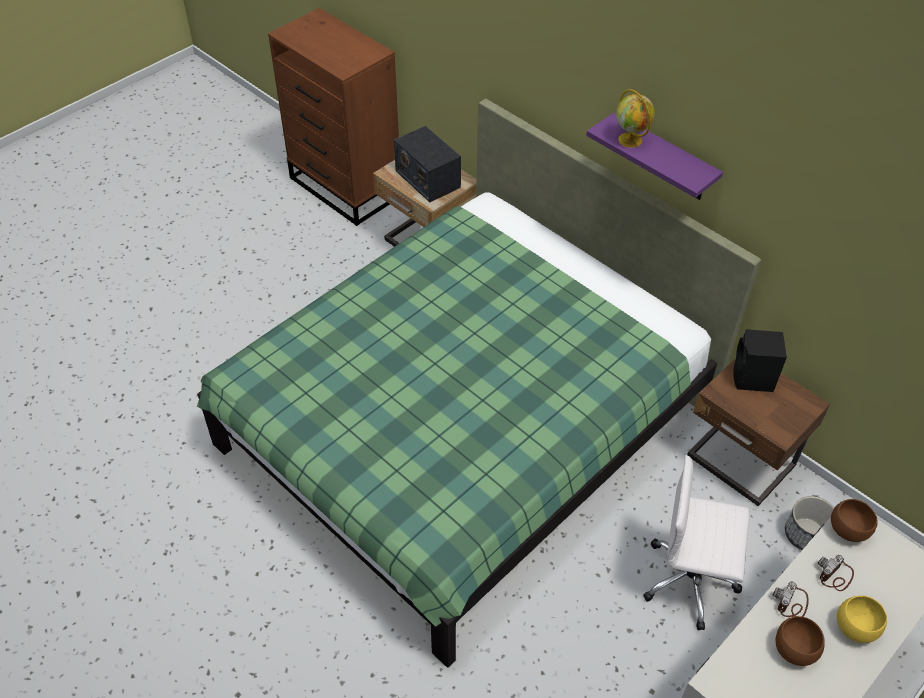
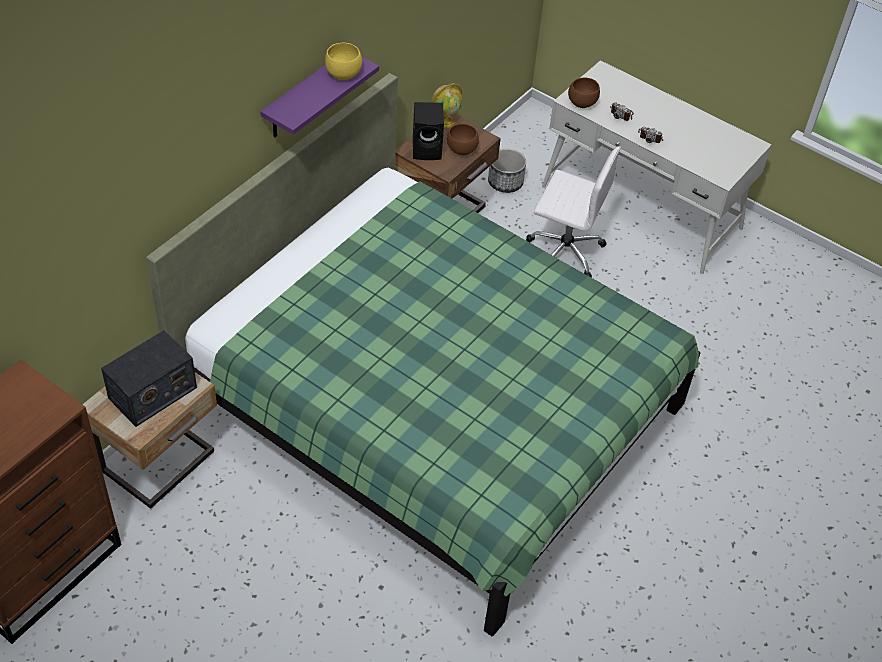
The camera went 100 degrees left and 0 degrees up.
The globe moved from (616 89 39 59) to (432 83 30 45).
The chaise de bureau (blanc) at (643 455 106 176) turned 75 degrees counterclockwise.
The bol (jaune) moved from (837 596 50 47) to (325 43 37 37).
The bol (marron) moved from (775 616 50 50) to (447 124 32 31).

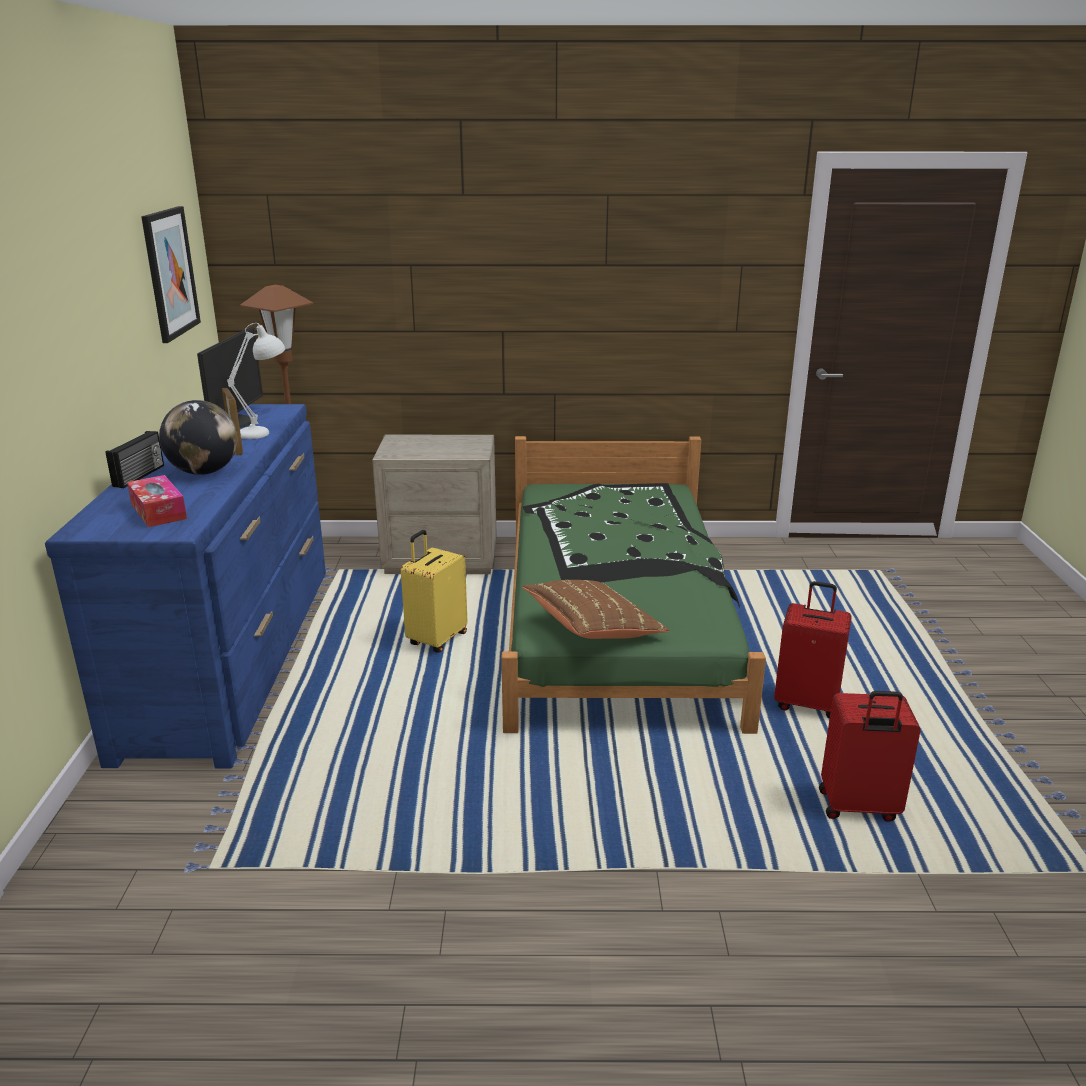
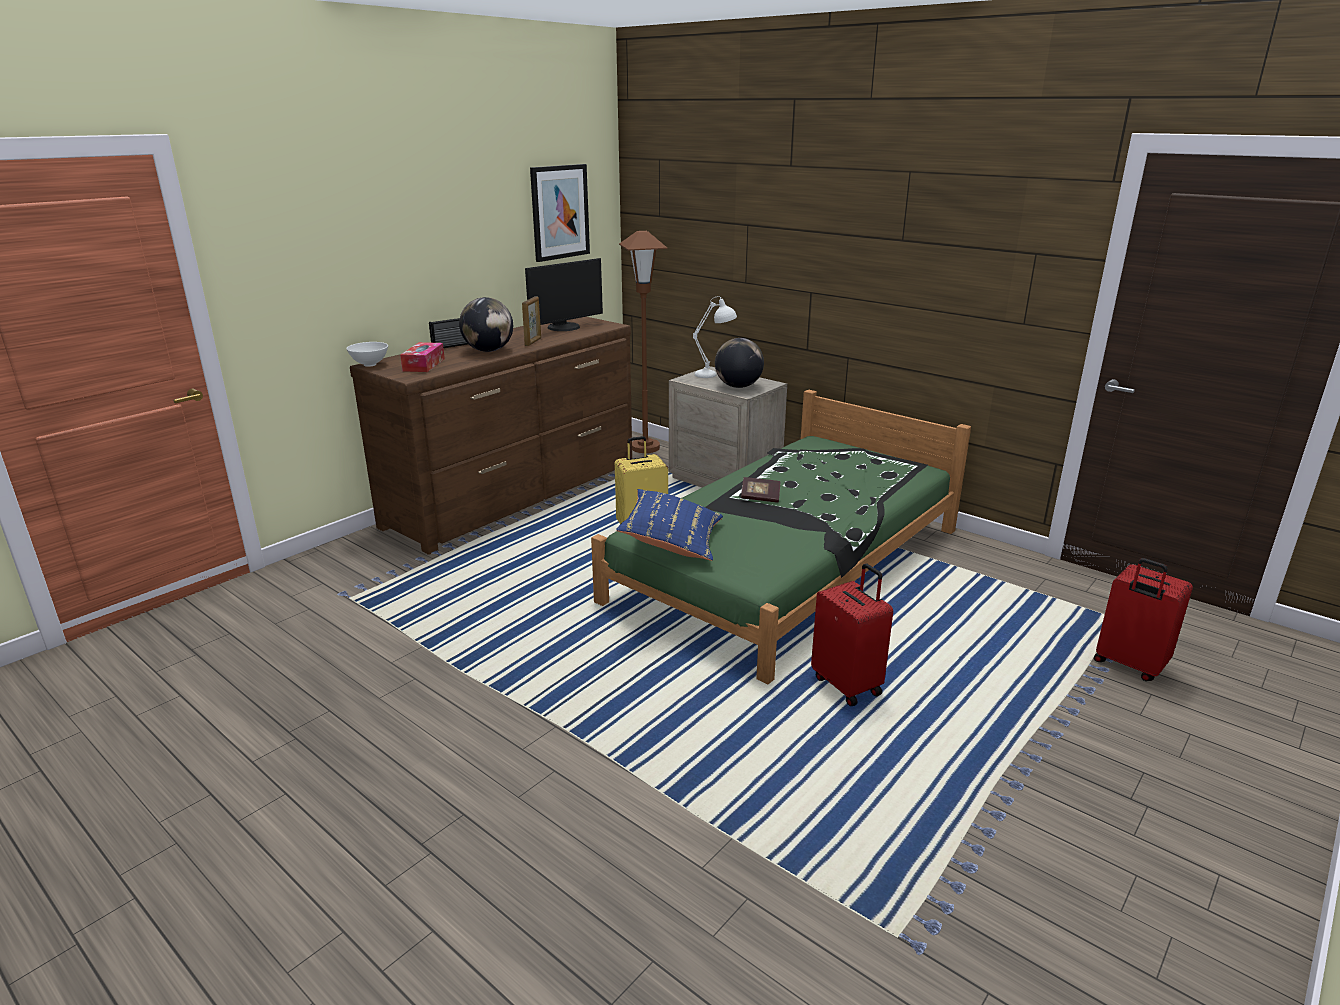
The camera went 40 degrees right and 0 degrees up.
The lampe de table (blanc) moved from (227 323 58 116) to (693 297 44 81).
The commode (bleu) at (45 404 281 365) became the commode (marron) at (350 317 282 238).
The coussin (marron) at (522 580 148 59) became the coussin (bleu) at (616 489 107 72).
The valise (rouge) moved from (819 691 102 131) to (1094 558 99 123).
The globe at (715 338 49 50) appeared.
The bol (blanc) at (346 342 42 25) appeared.
The livre at (741 477 39 26) appeared.

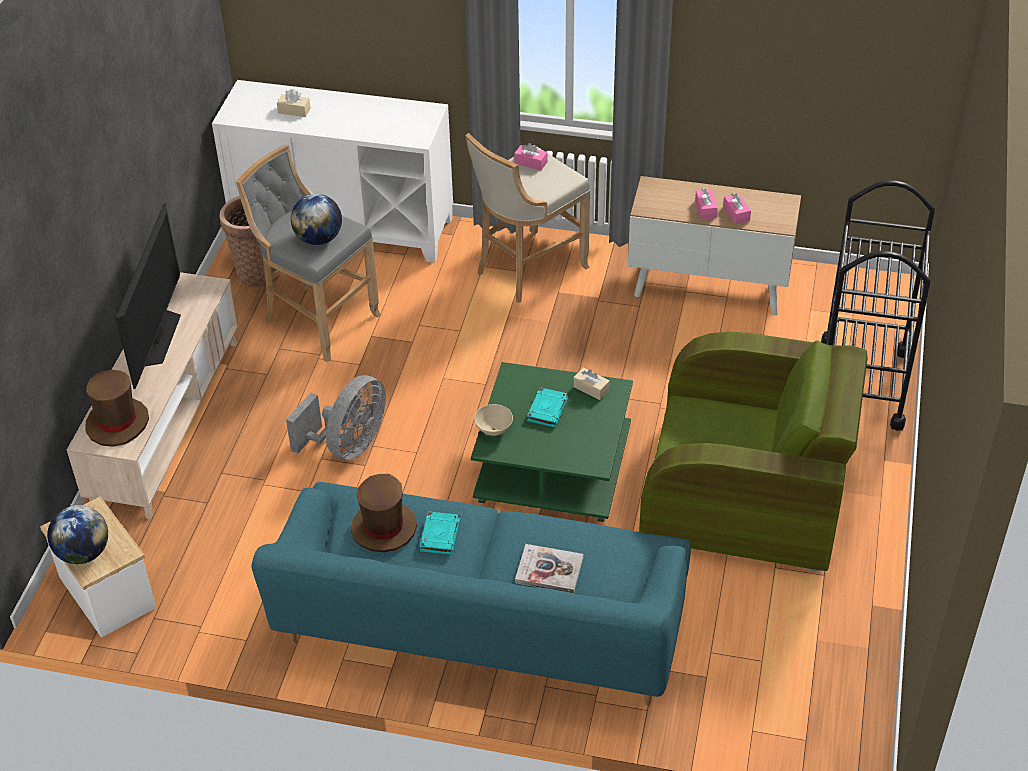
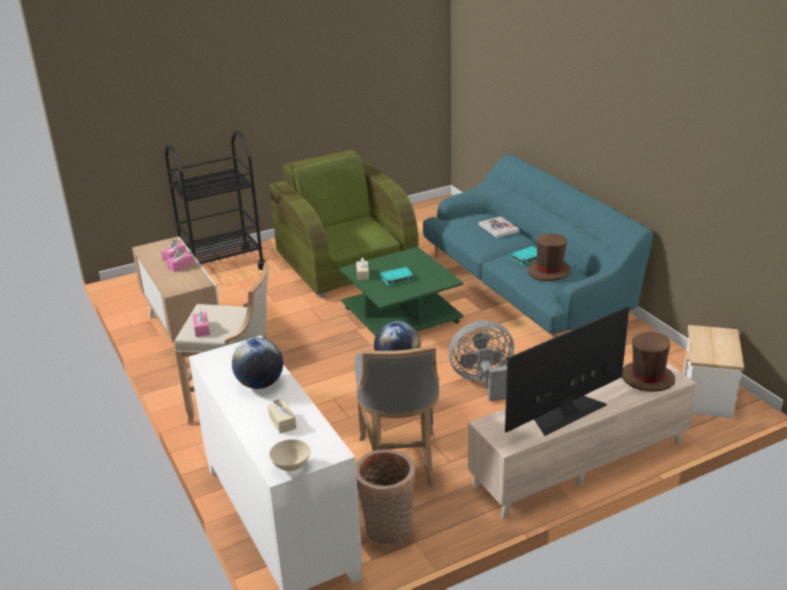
The camera went 130 degrees left and 15 degrees down.
The bol (beige) moved from (474 404 39 32) to (269 439 41 32).
The globe moved from (47 505 61 59) to (232 338 51 51).

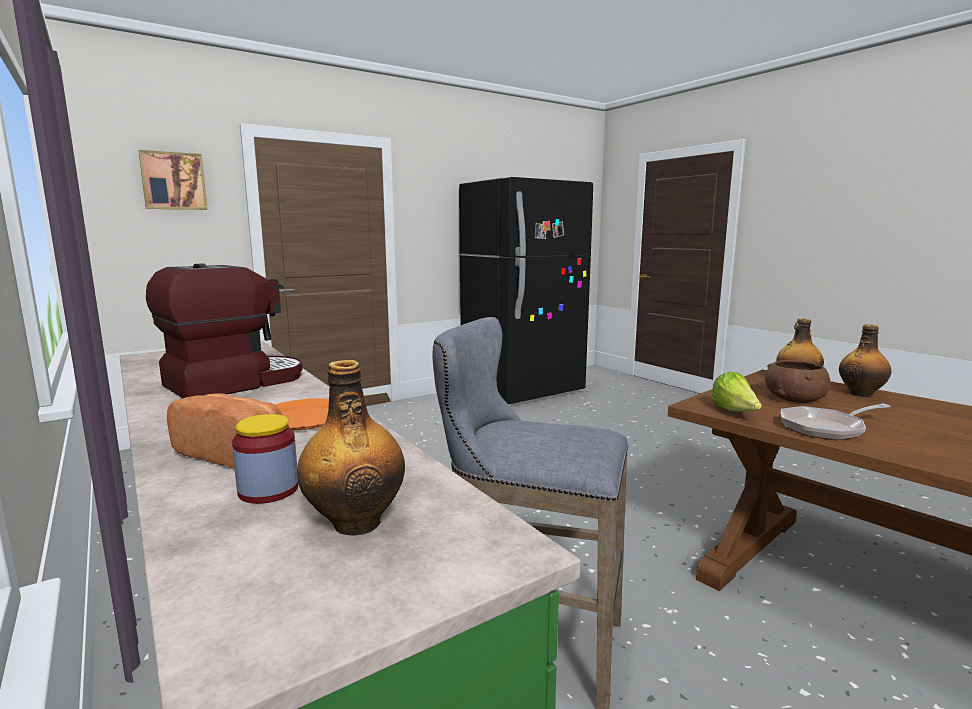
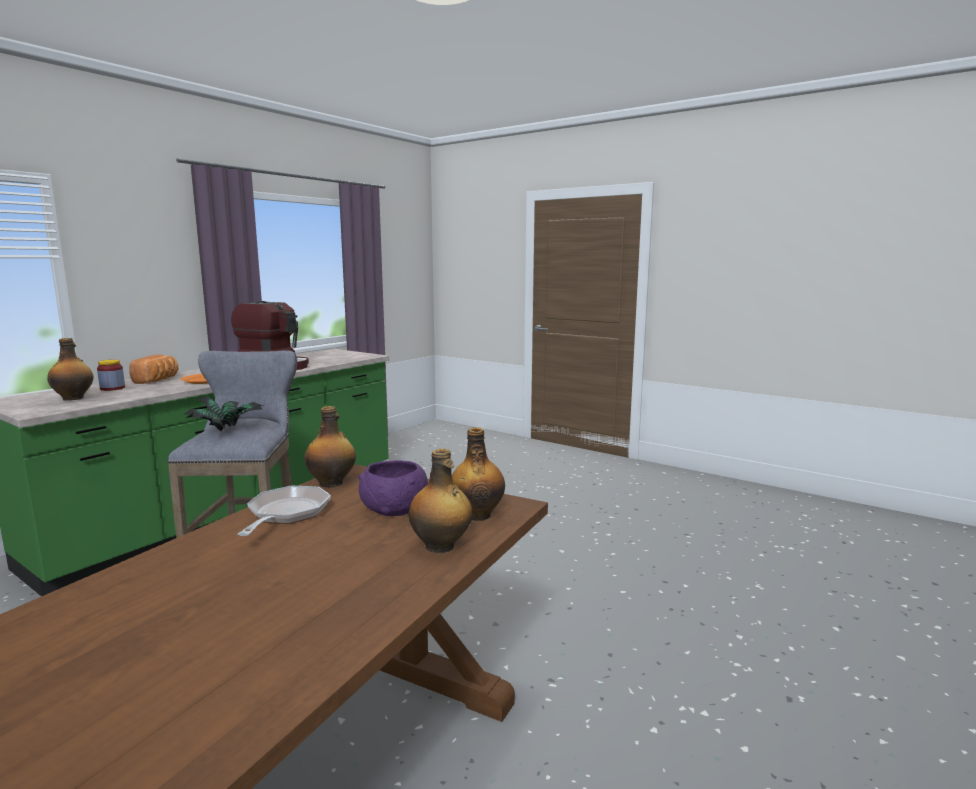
The camera went 70 degrees right and 0 degrees up.
The tableau at (138 150 70 60) disappeared.
The réfrigérateur (noir) at (459 177 134 227) disappeared.
The bol (marron) at (765 360 65 43) became the bol (violet) at (359 460 69 56).
The laitue at (711 372 51 40) was replaced by the bouteille at (304 406 52 82).
The poêle at (781 404 110 37) turned 45 degrees clockwise.
The plante en pot at (183 396 79 35) appeared.

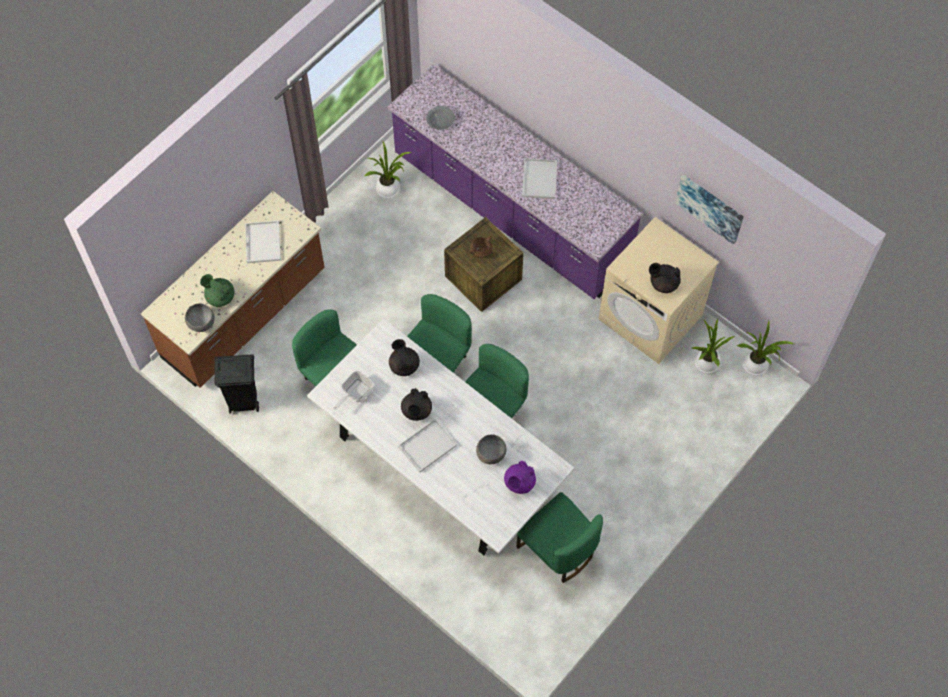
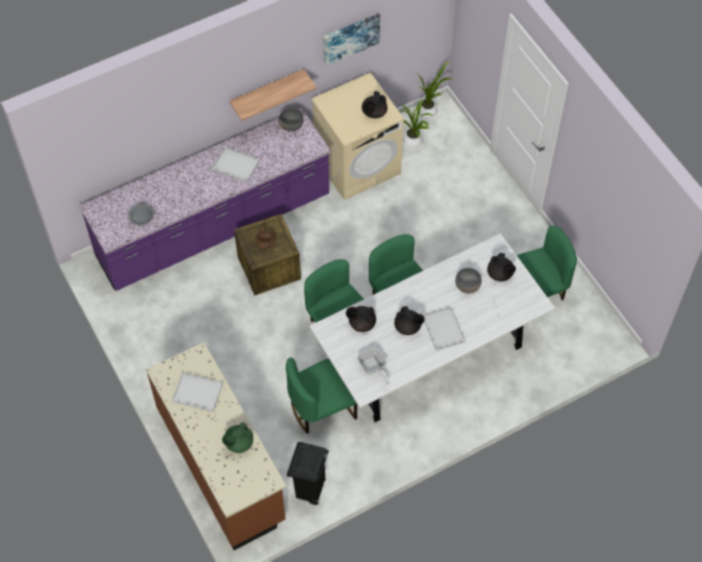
The camera went 70 degrees left and 5 degrees down.
The plante en pot at (365 142 47 56) disappeared.
The bol (gris) moved from (185 303 30 29) to (278 108 25 24).
The théière (violet) at (504 461 32 33) became the théière (noir) at (487 253 29 29).
The étagère at (229 69 87 52) appeared.

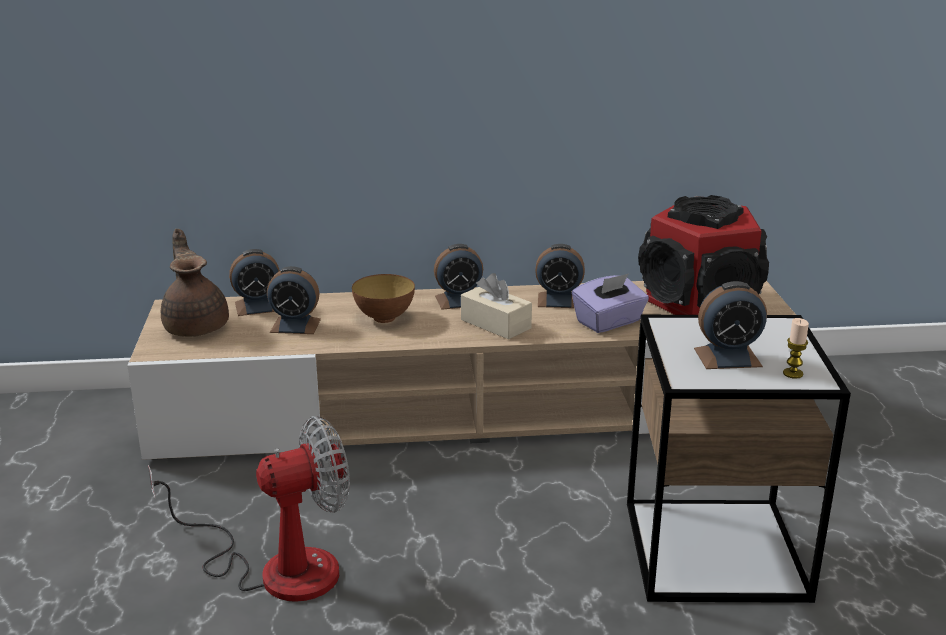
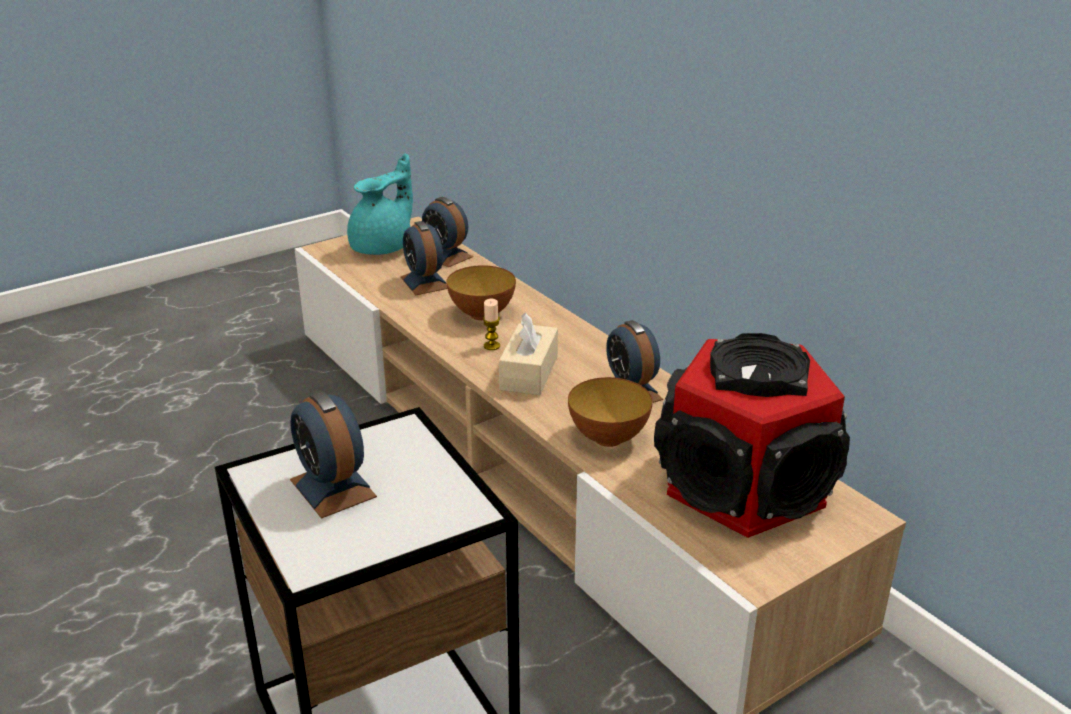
The camera went 60 degrees right and 5 degrees up.
The théière (marron) at (161 229 68 108) became the théière (turquoise) at (347 154 66 101).
The réveil at (434 244 49 66) disappeared.
The boîte à mouchoirs (violet) at (572 273 77 60) was replaced by the bol at (568 377 85 70).
The bougie moved from (783 318 26 61) to (483 299 17 51).
The ventilateur at (148 416 202 186) disappeared.

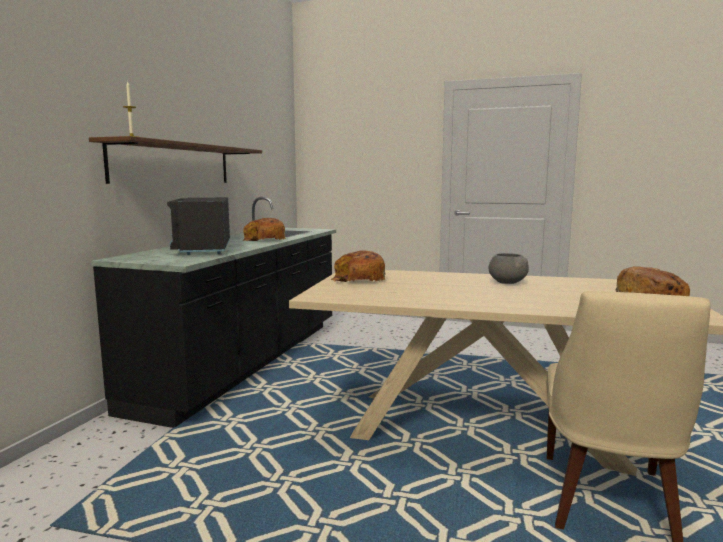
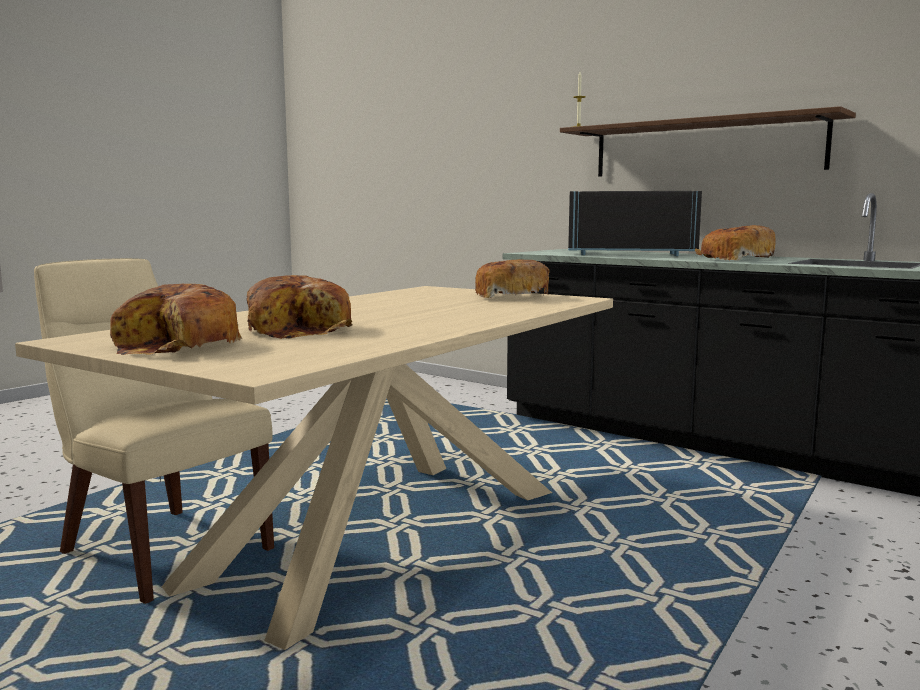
The camera went 110 degrees right and 0 degrees up.
The bol (gris) at (489 253 40 31) disappeared.
The pain at (246 275 106 64) appeared.

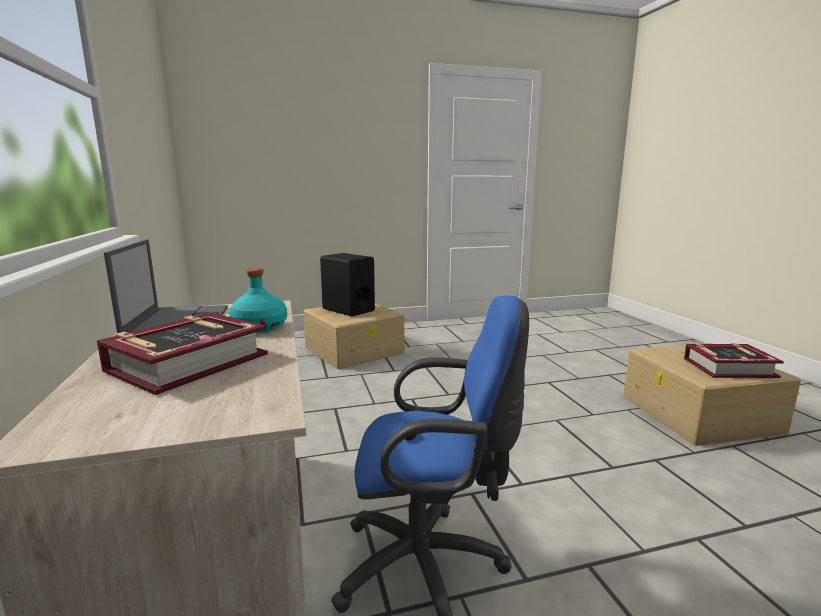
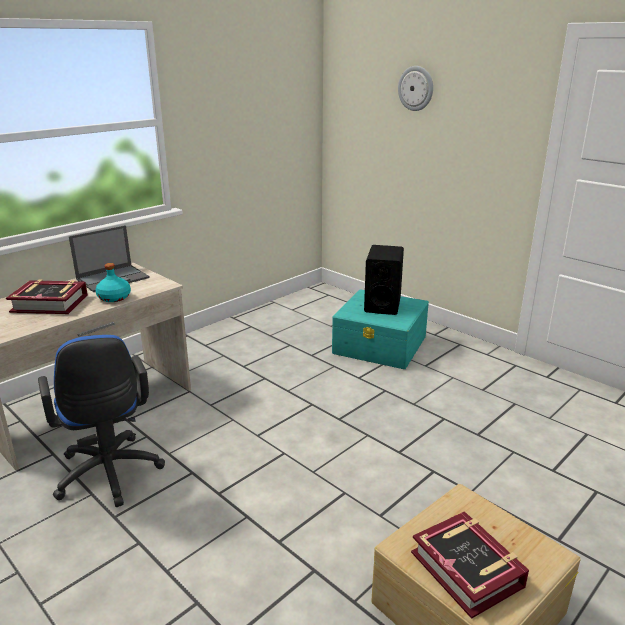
The camera went 60 degrees right and 10 degrees up.
The boîte de rangement (beige) at (303 303 102 66) became the boîte de rangement (turquoise) at (332 289 97 80).
The horloge murale at (398 66 35 45) appeared.

